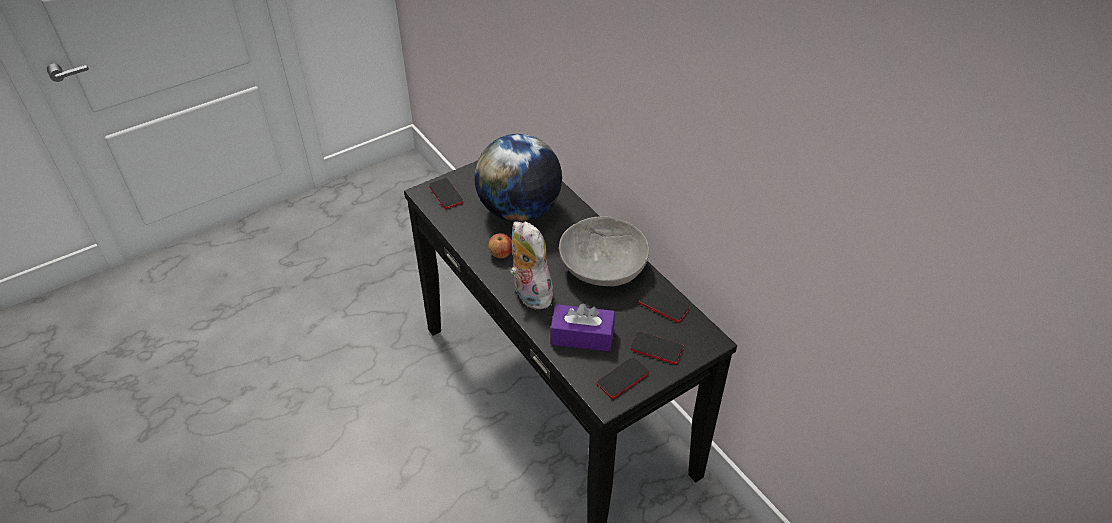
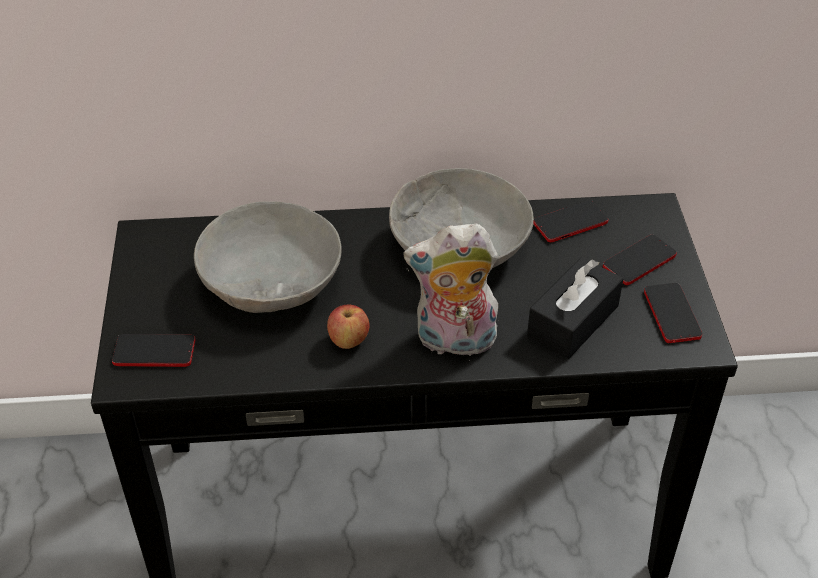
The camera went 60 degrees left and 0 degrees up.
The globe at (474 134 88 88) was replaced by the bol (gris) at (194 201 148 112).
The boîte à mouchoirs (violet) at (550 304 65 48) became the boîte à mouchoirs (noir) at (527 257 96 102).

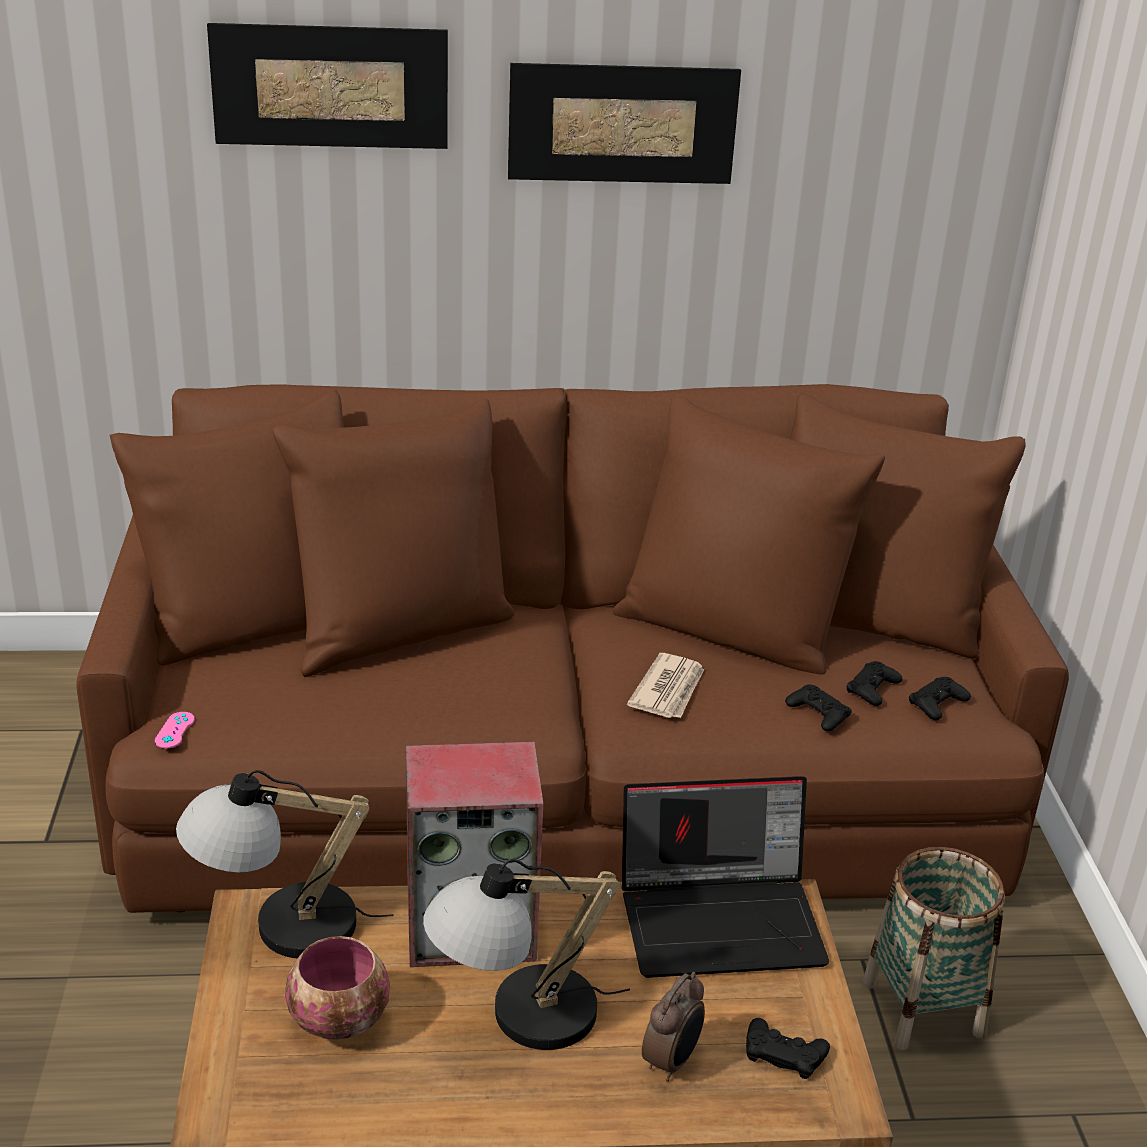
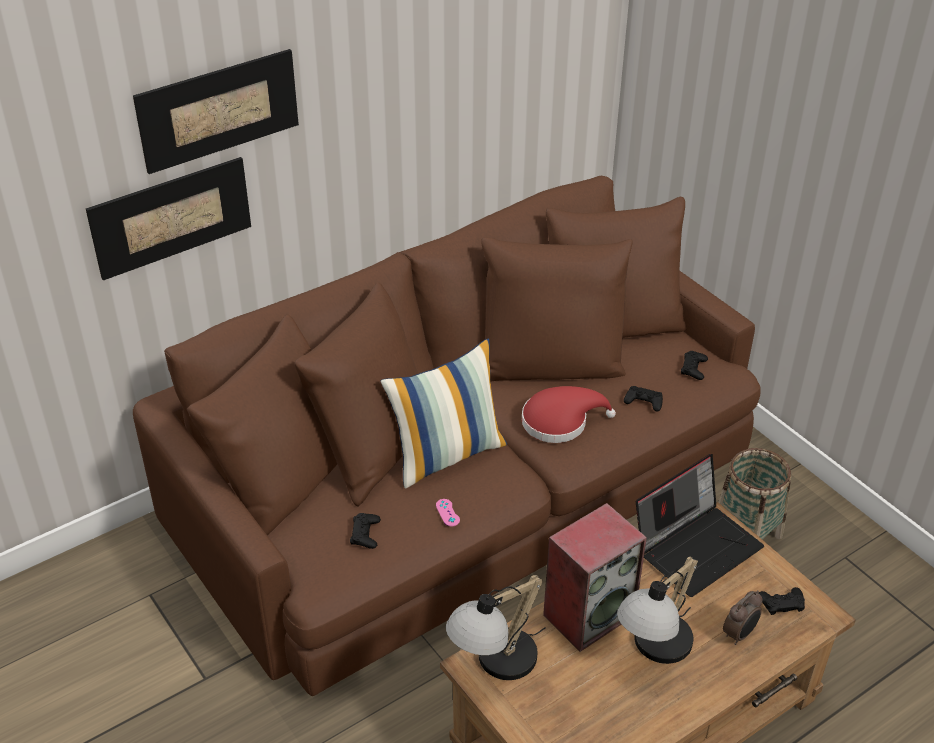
The camera went 30 degrees left and 10 degrees up.
The tableau moved from (508 63 233 121) to (86 157 165 123).
The journal at (627 653 77 65) was replaced by the chapeau (rouge) at (522 386 94 57).
The manette (noir) moved from (846 661 56 45) to (350 513 31 36).
The manette (rose) moved from (155 712 40 36) to (436 499 24 27).
The bol at (285 936 105 104) disappeared.
The réveil at (642 972 63 109) turned 45 degrees clockwise.
The coussin at (380 339 127 150) appeared.

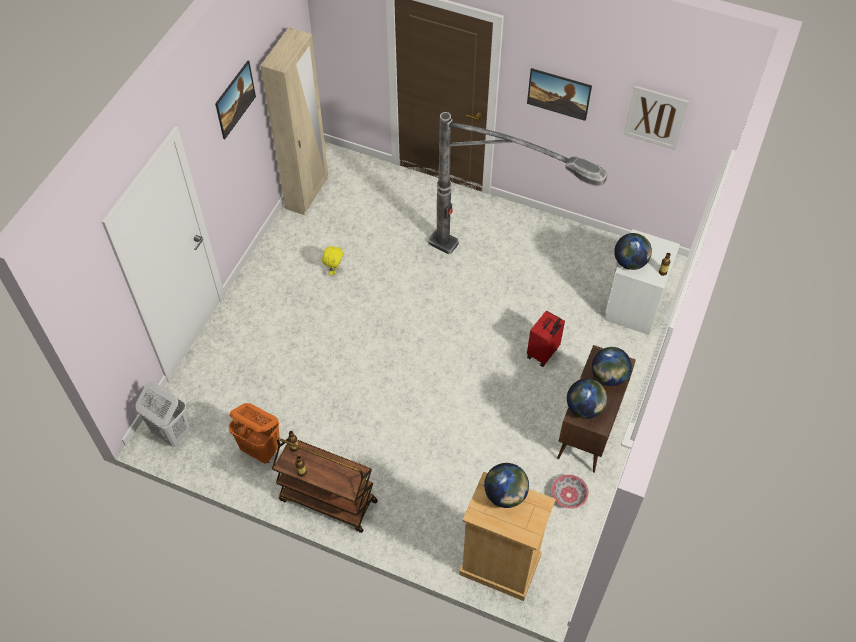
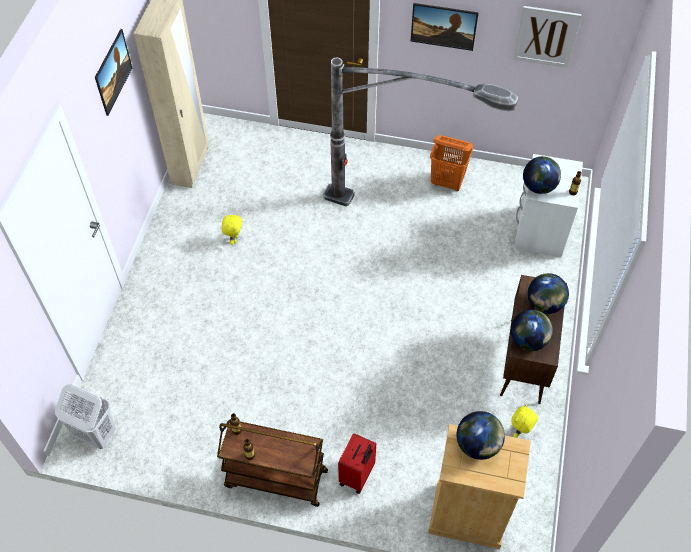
The camera went 10 degrees left and 0 degrees up.
The valise (rouge) moved from (527 310 38 57) to (338 433 38 61).
The panier à linge (orange) moved from (229 403 51 61) to (430 135 43 56).
The bol at (552 474 37 35) was replaced by the peluche (jaune) at (511 404 27 34).

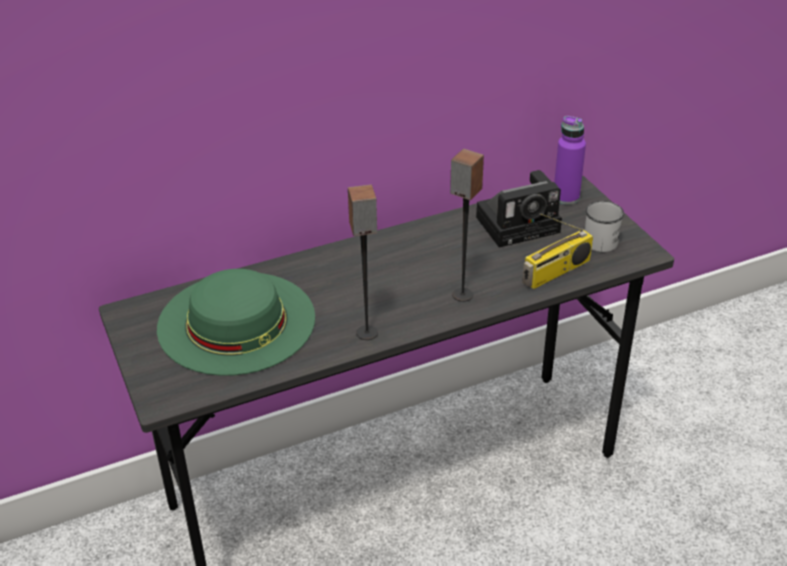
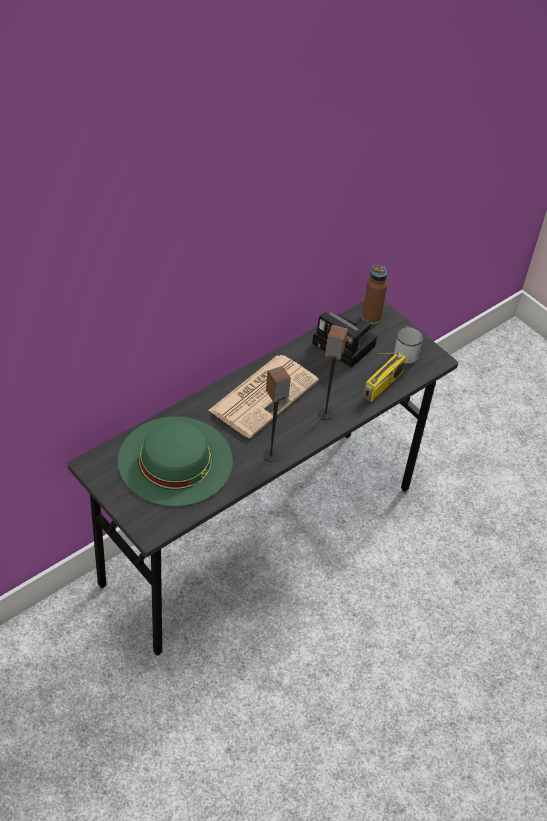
The camera went 20 degrees left and 10 degrees up.
The bouteille (violet) at (554 116 32 89) became the bouteille (marron) at (362 265 26 59).
The appareil photo at (476 170 86 77) turned 75 degrees clockwise.
The journal at (208 355 111 83) appeared.

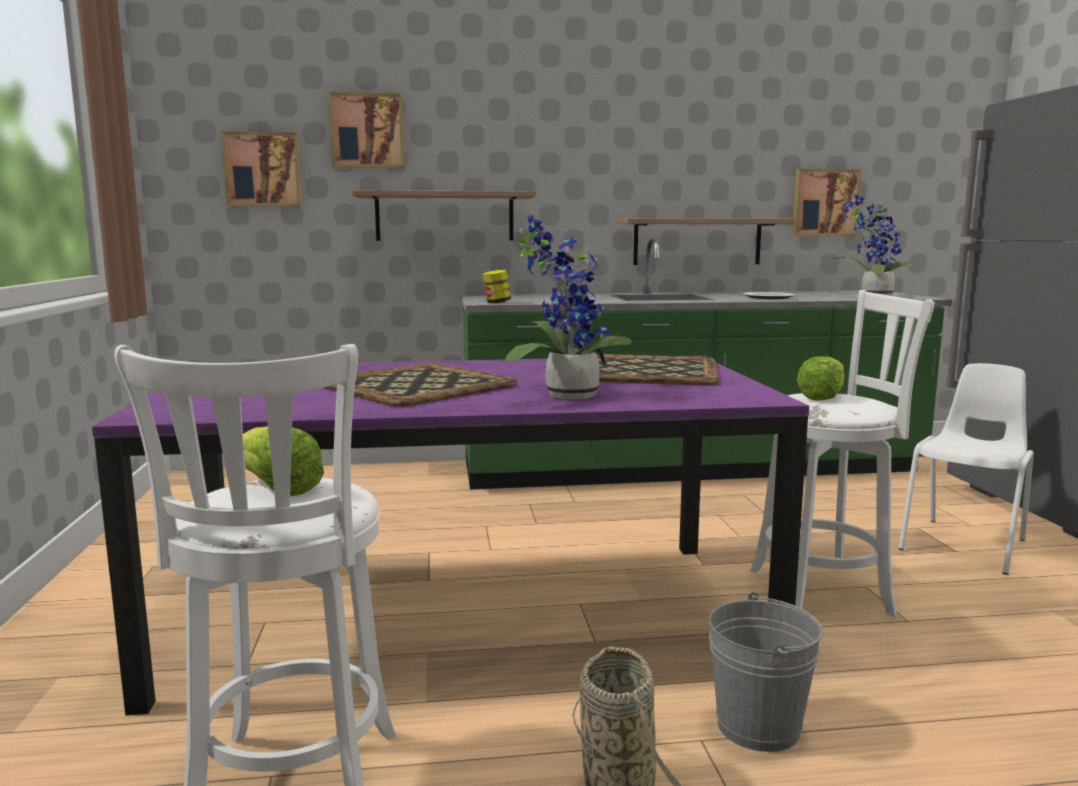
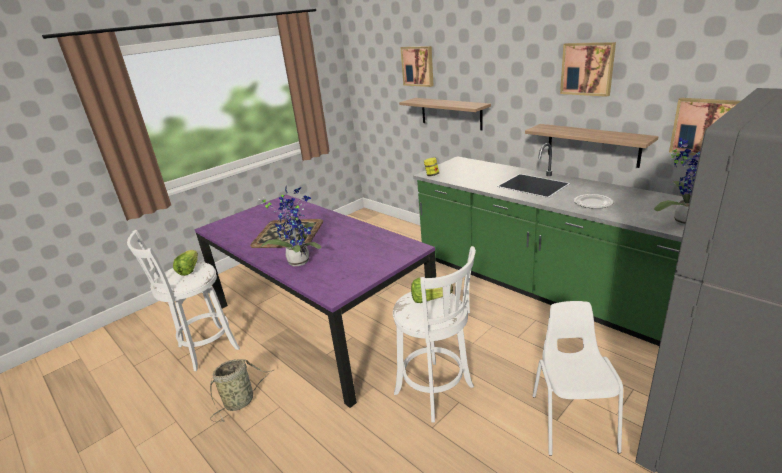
The camera went 55 degrees right and 15 degrees up.
The tableau moved from (221 131 81 76) to (560 42 56 55).
The plateau at (596 354 123 31) disappeared.
The chaise (blanc) at (898 363 136 212) turned 90 degrees counterclockwise.
The seau (gris) at (709 592 114 160) disappeared.

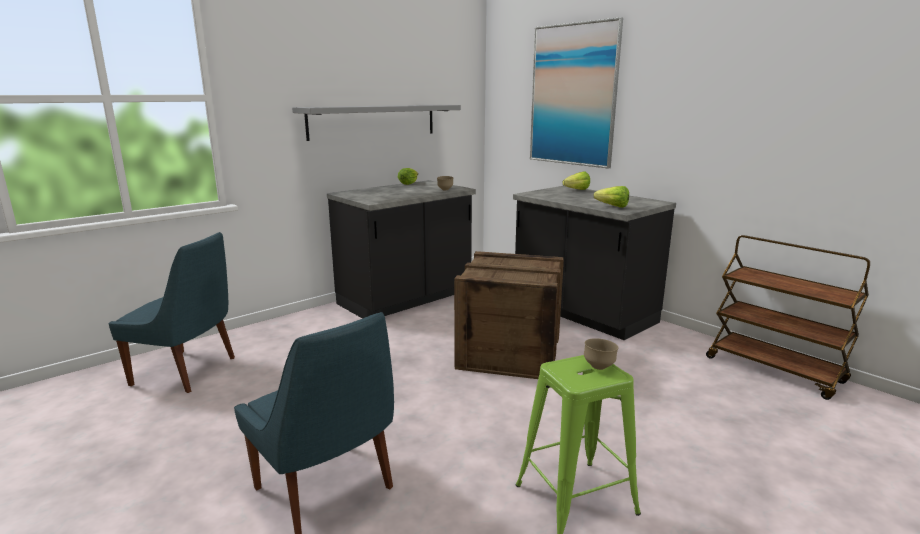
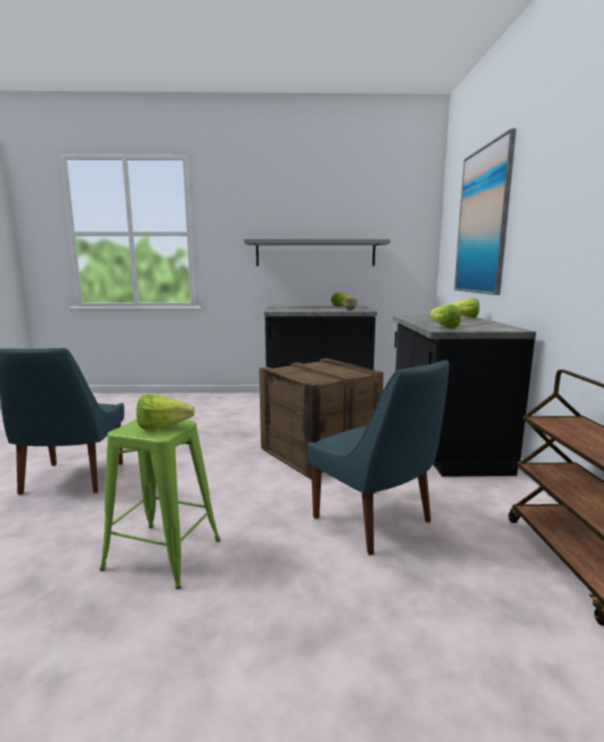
The camera went 40 degrees right and 5 degrees down.
The chaise (bleu) moved from (109 232 126 161) to (307 360 142 195).
The bol (marron) at (584 338 35 32) was replaced by the laitue at (136 394 59 35).

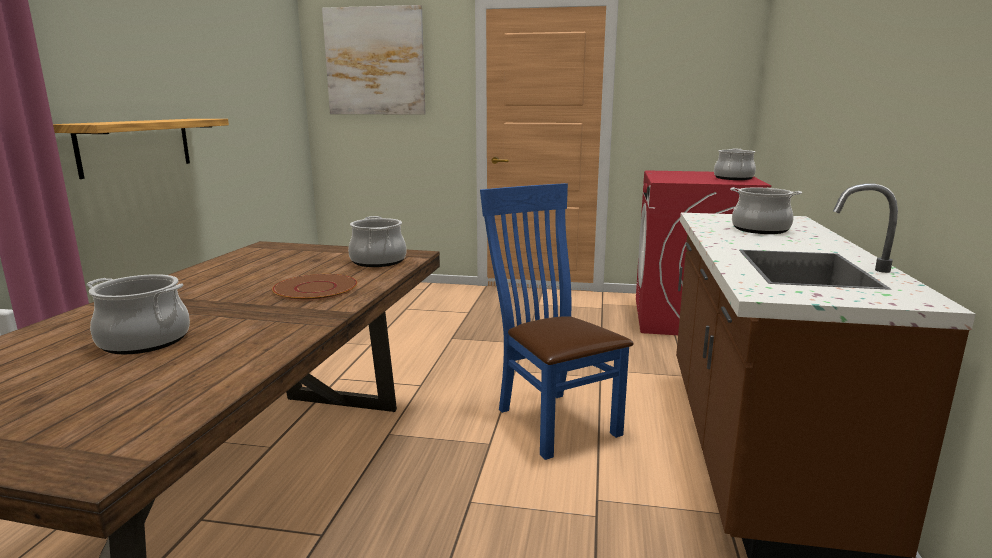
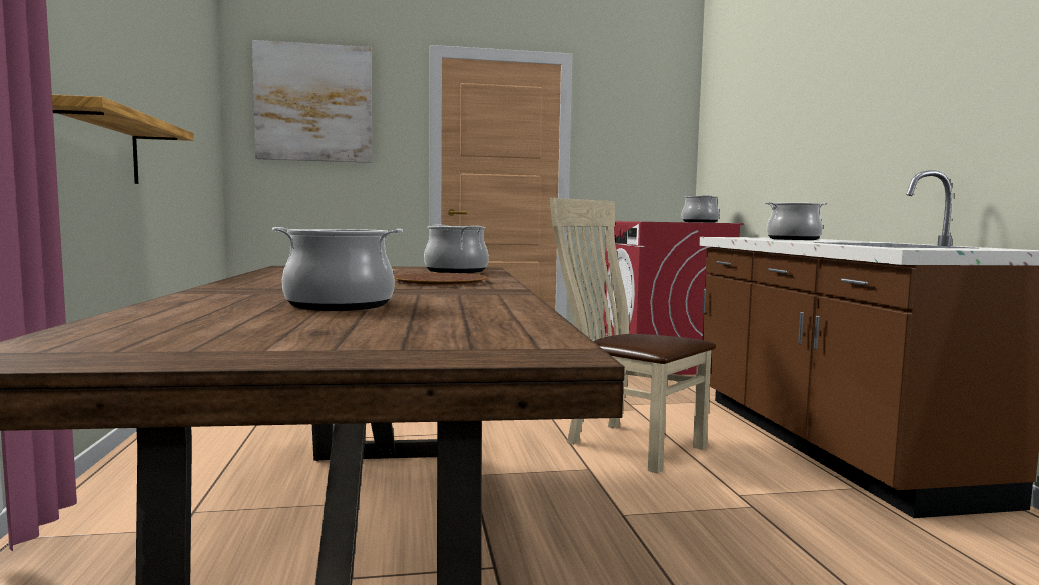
The camera went 20 degrees left and 10 degrees down.
The chaise (bleu) at (480 183 154 277) became the chaise (beige) at (550 198 166 276).

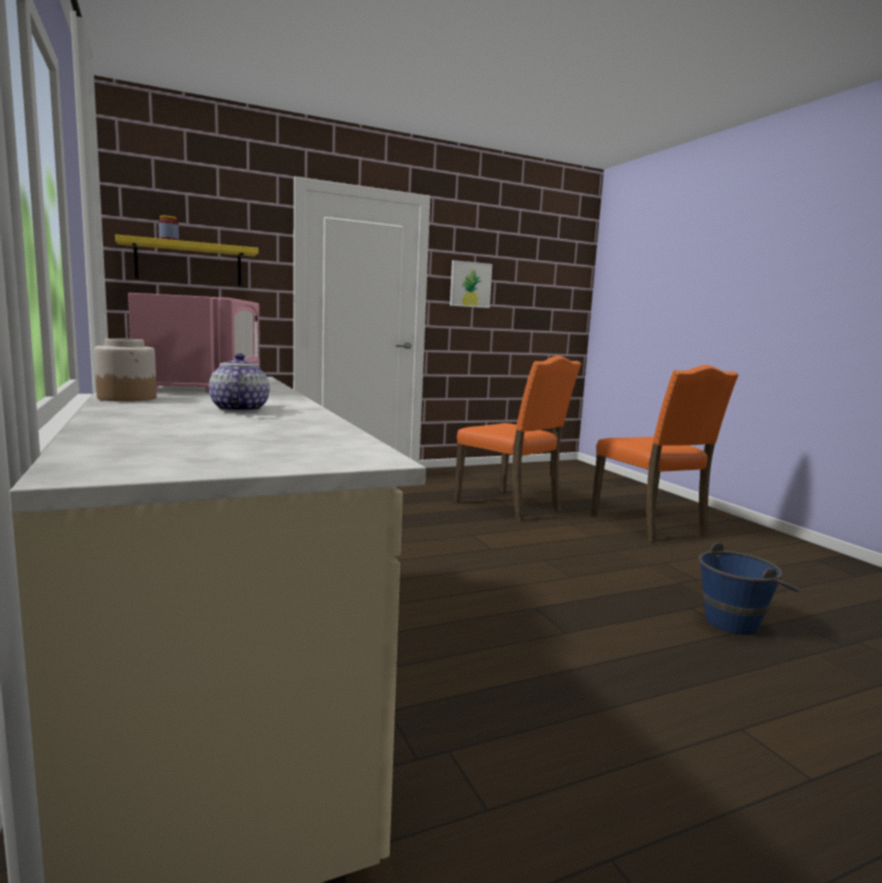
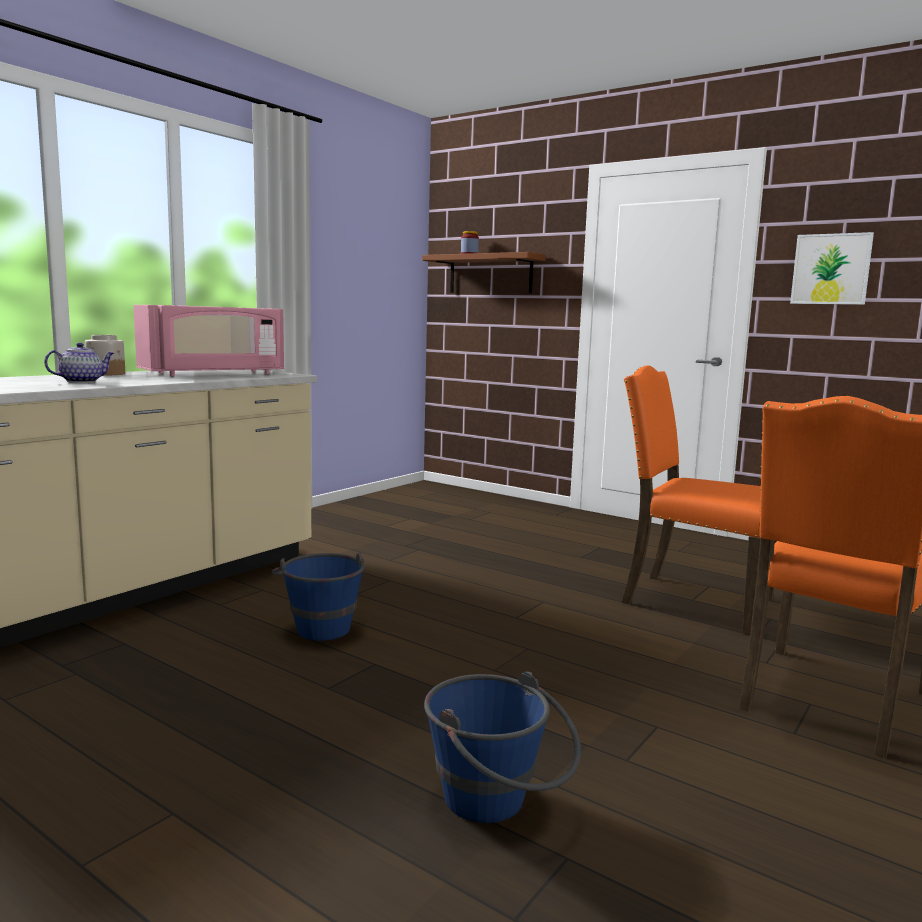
The camera went 60 degrees right and 0 degrees up.
The étagère (jaune) at (115 234 144 52) became the étagère (marron) at (422 252 124 41).
The chaise (orange) at (454 355 127 167) turned 105 degrees clockwise.
The seau (bleu) at (272 552 93 89) appeared.

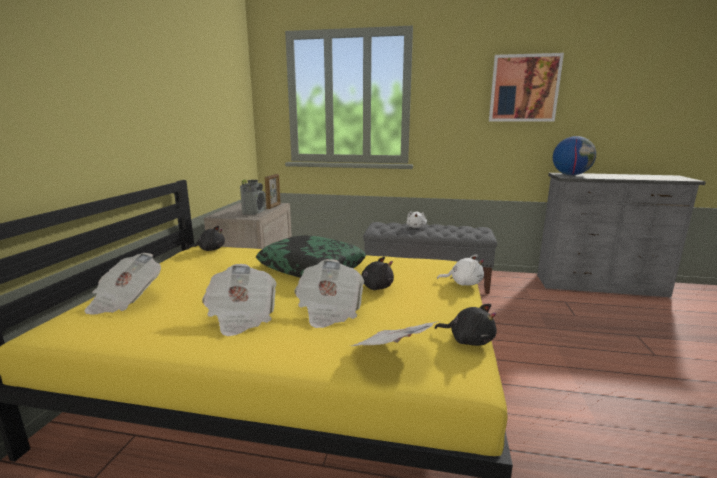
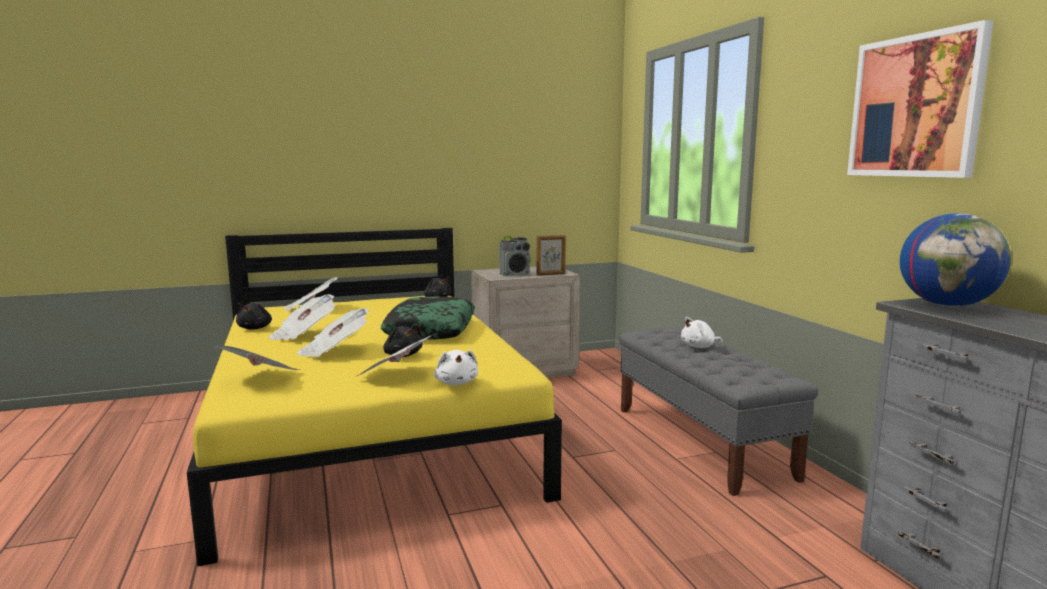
The camera went 60 degrees right and 5 degrees down.
The peluche (noir) moved from (435 304 62 42) to (236 303 36 27).
The journal at (355 336 77 41) appeared.

